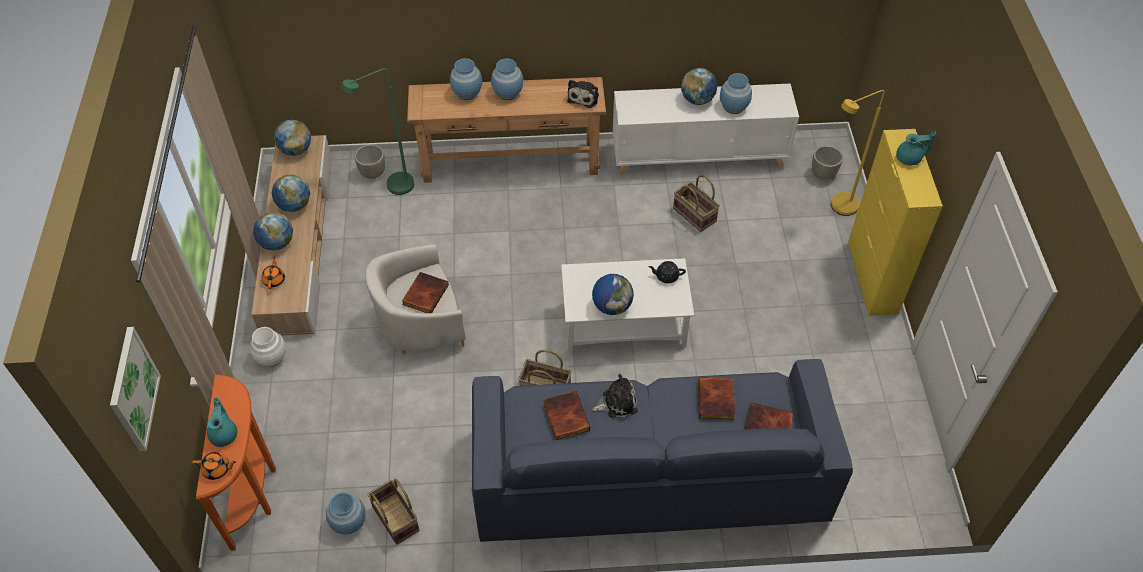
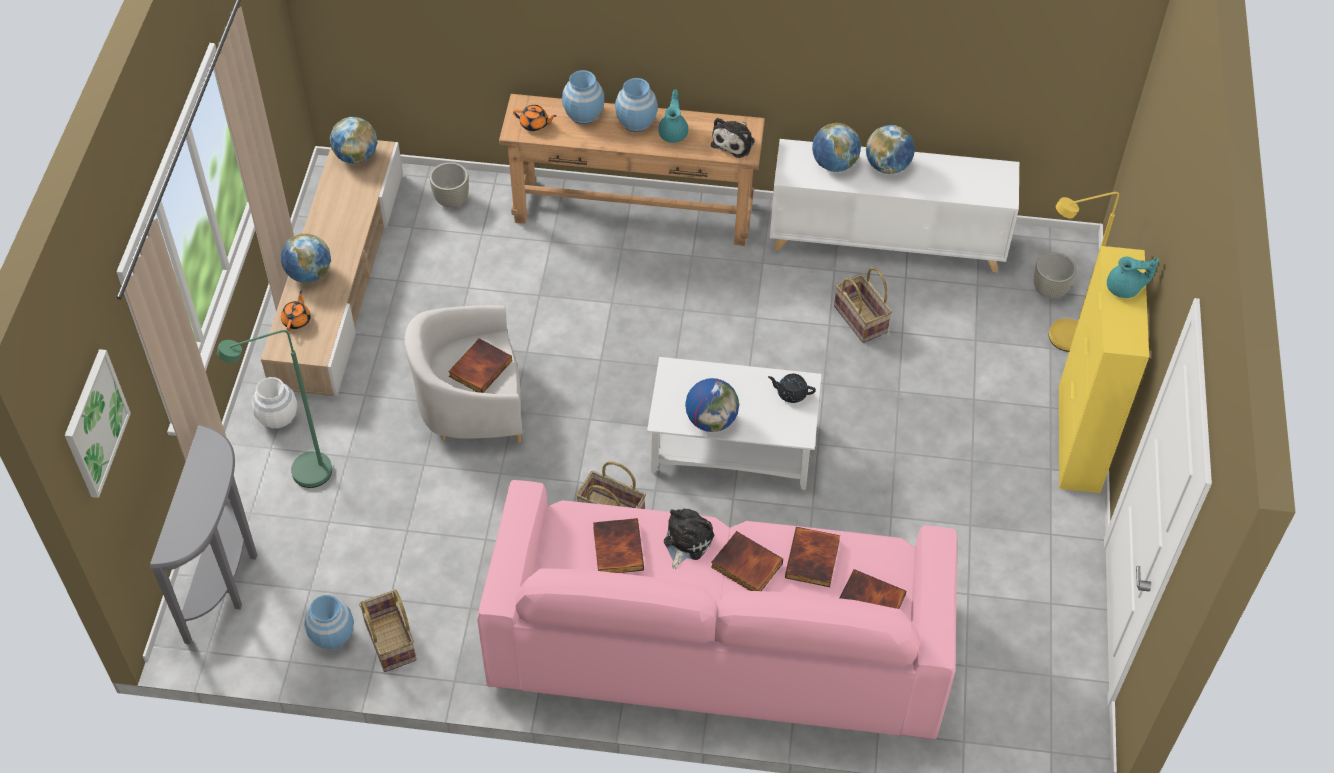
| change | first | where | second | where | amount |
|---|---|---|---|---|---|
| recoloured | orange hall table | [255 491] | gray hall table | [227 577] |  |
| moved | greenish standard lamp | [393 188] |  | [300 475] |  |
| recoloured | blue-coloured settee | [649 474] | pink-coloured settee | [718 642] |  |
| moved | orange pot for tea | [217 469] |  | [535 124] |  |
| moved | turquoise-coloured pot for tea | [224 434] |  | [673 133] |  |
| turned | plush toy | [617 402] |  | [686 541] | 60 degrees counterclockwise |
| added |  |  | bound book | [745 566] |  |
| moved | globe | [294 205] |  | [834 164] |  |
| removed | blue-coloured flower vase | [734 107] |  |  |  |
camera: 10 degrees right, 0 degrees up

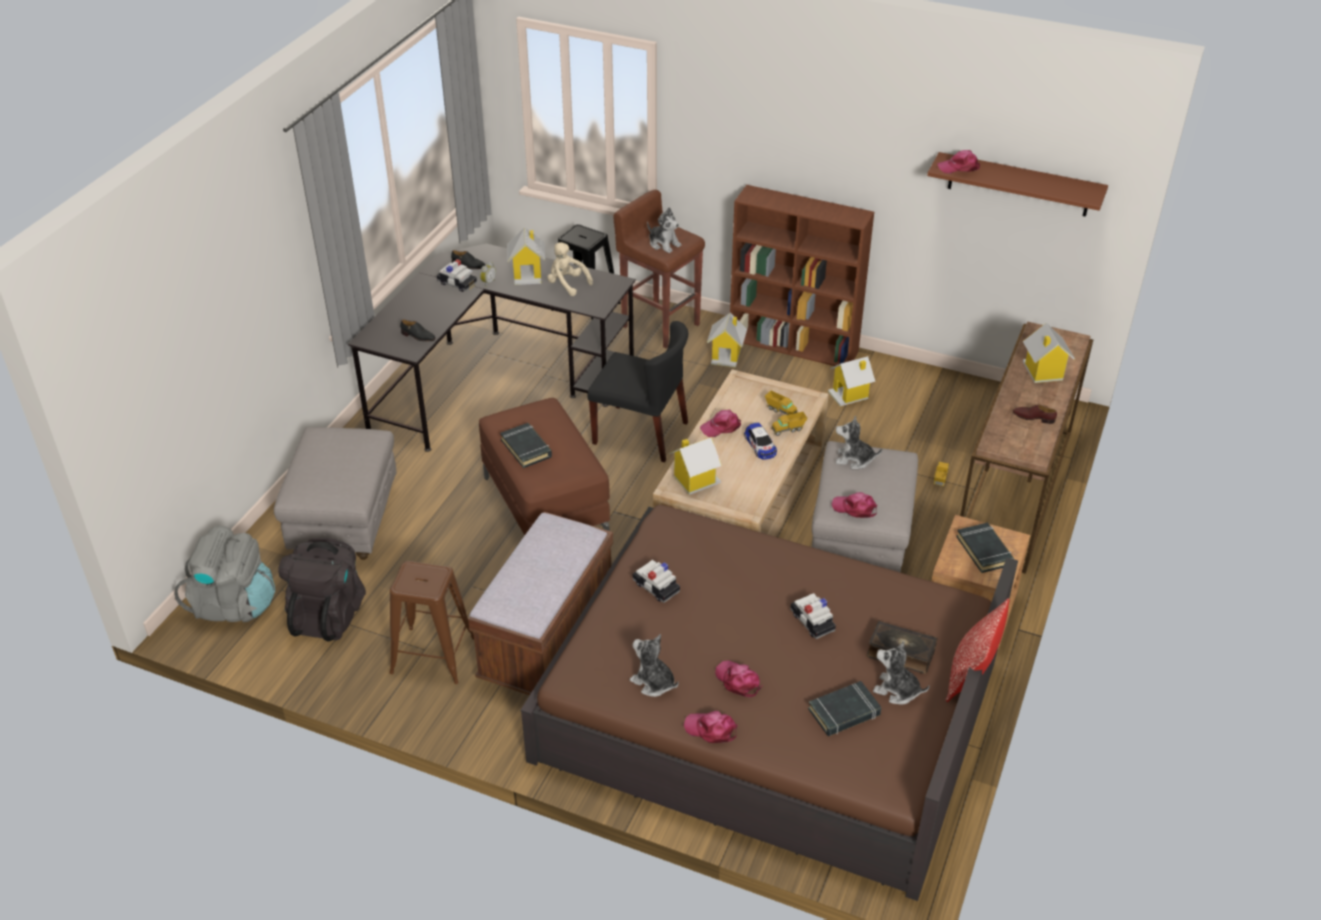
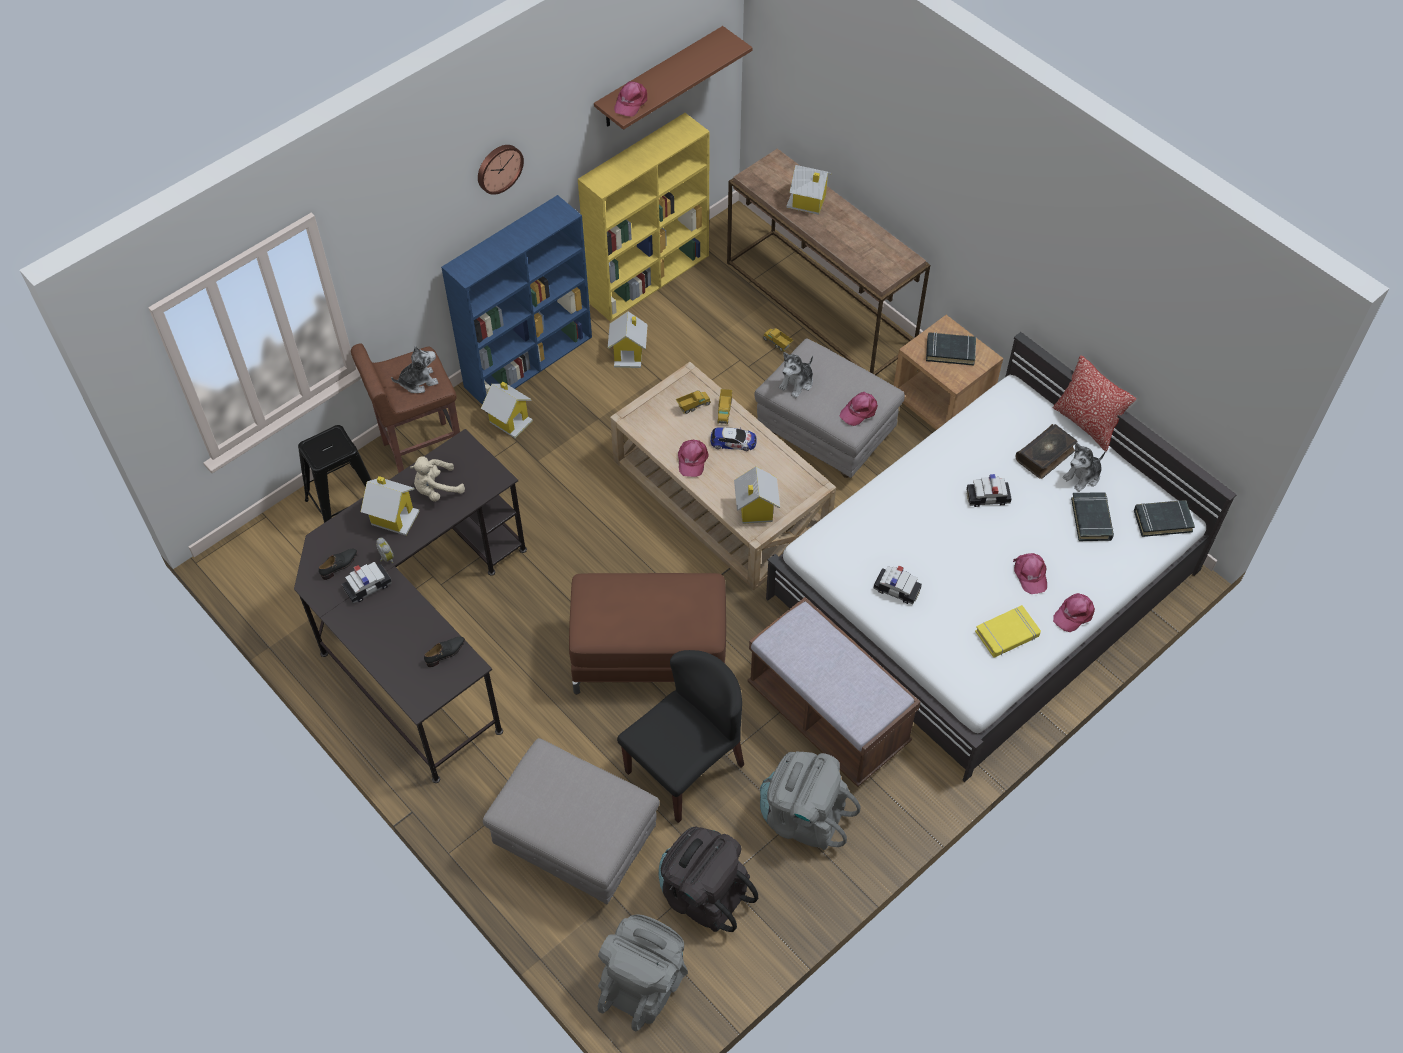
| change | first | where | second | where | amount |
|---|---|---|---|---|---|
| recoloured | brown-coloured shelving unit | [794 345] | blue-coloured shelving unit | [529 361] |  |
| added |  |  | hanging clock | [498 168] |  |
| added |  |  | yellow shelving unit | [649 278] |  |
| moved | black-coloured chair | [641 433] |  | [685 767] |  |
| replaced | brown-coloured stool seat | [433 655] | gray rucksack | [803 817] |  |
| recoloured | brown-coloured sleeping bed | [769 712] | white sleeping bed | [985 584] |  |
| turned | miniature car | [656 587] |  | [897 589] | 135 degrees counterclockwise |
| replaced | plush toy | [653 682] | yellow bound book | [1007 634] |  |
| turned | pink-coloured baseball cap | [738 681] |  | [1030 574] | 90 degrees counterclockwise |
| moved | black-coloured bound book | [526 448] |  | [1162 520] |  |
| removed | brown-coloured low shoe | [1033 417] |  |  |  |
camera: 65 degrees left, 15 degrees up

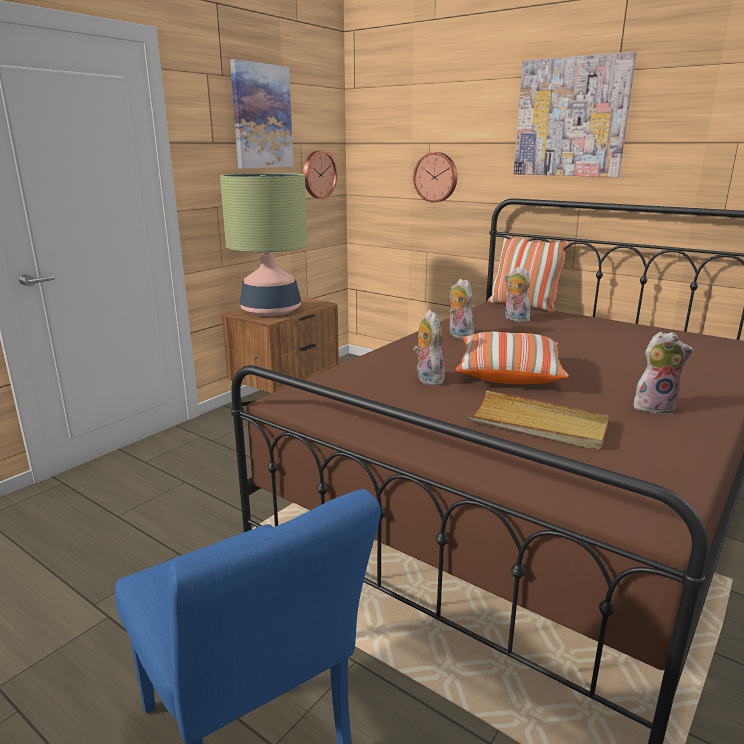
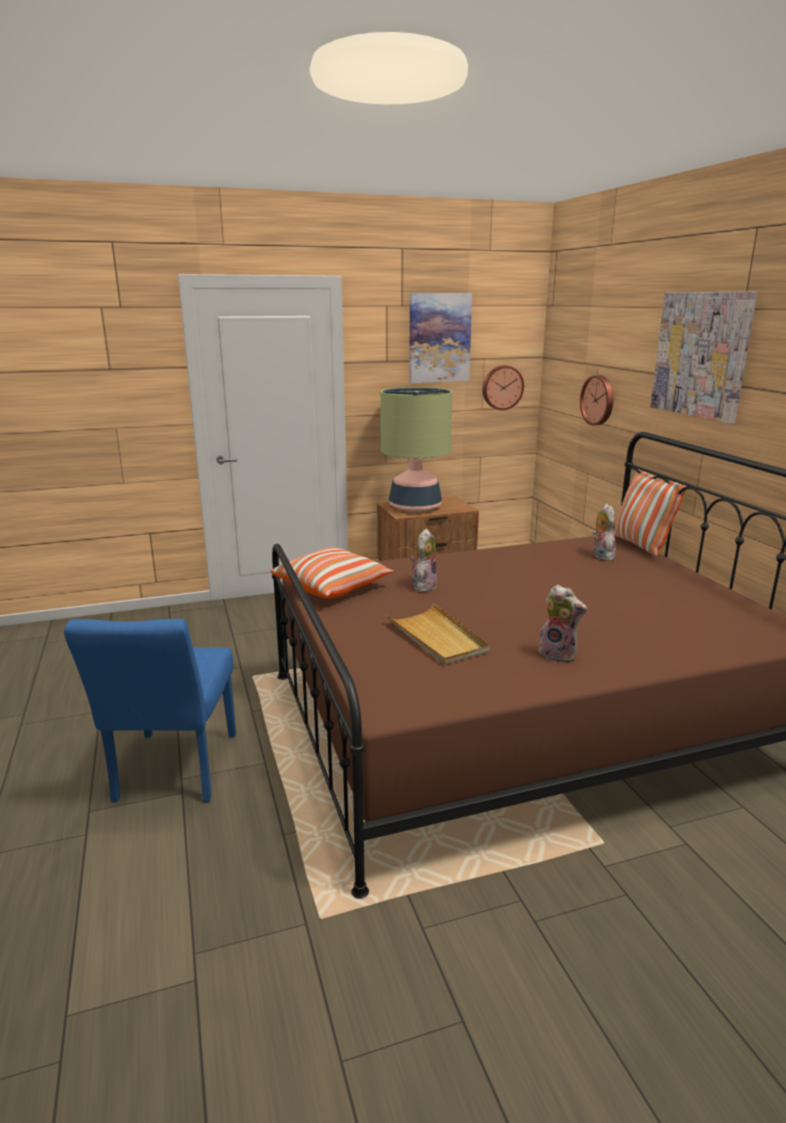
| change | first | where | second | where | amount |
|---|---|---|---|---|---|
| moved | cushion | [508 374] |  | [332 587] |  |
| removed | plush toy | [458 335] |  |  |  |
camera: 35 degrees right, 0 degrees up

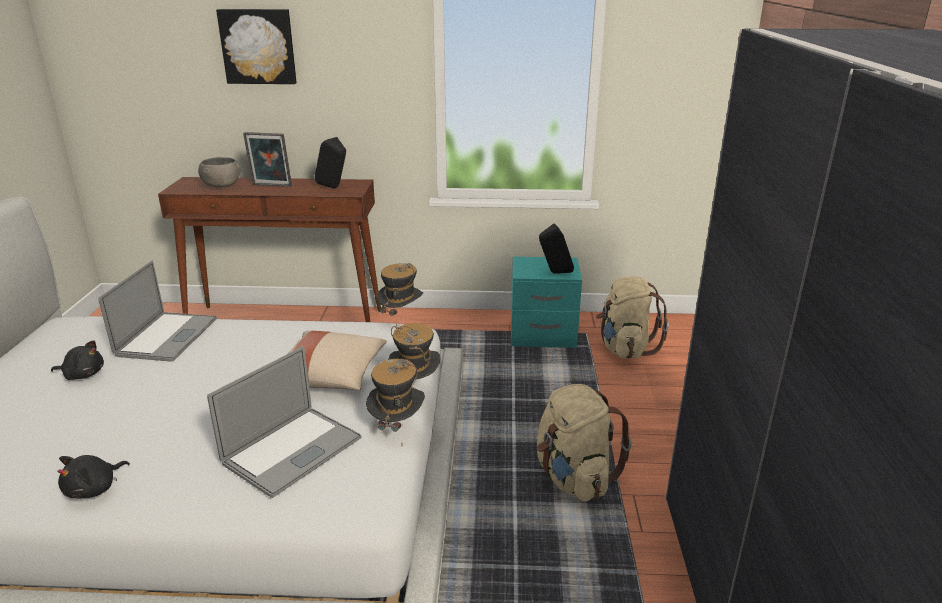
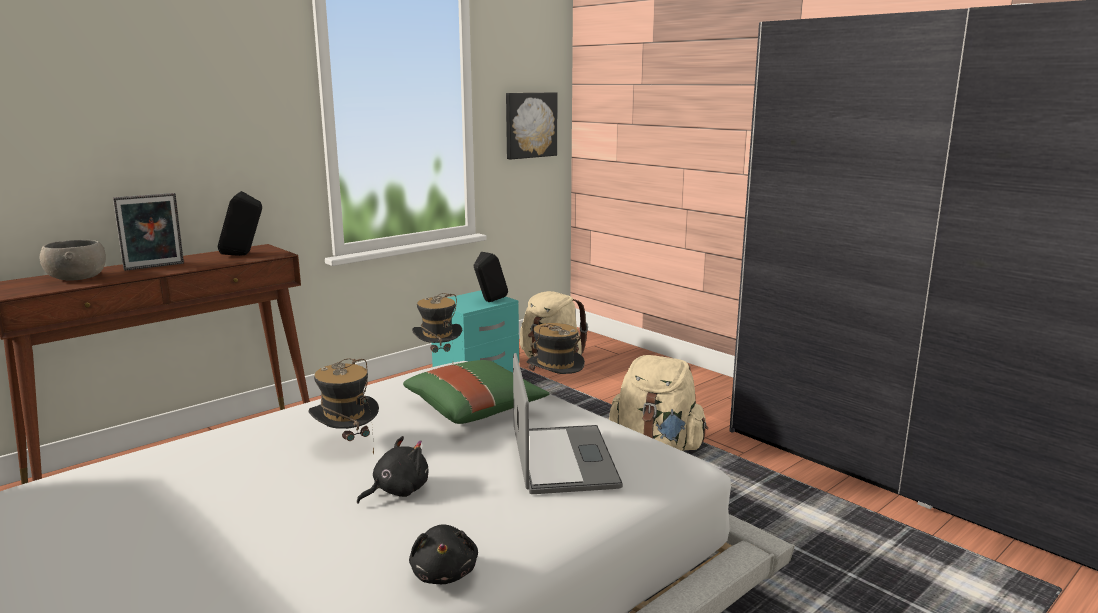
| change | first | where | second | where | amount |
|---|---|---|---|---|---|
| moved | hat | [397 428] |  | [347 446] |  |
| moved | black-coloured plush toy | [83 374] |  | [397 491] |  |
| recoloured | beige-coloured cushion | [331 376] | greenish cushion | [476 410] |  |
| moved | wall art | [258 46] |  | [530 125] |  |
| removed | notebook computer | [167 337] |  |  |  |
camera: 45 degrees left, 10 degrees down

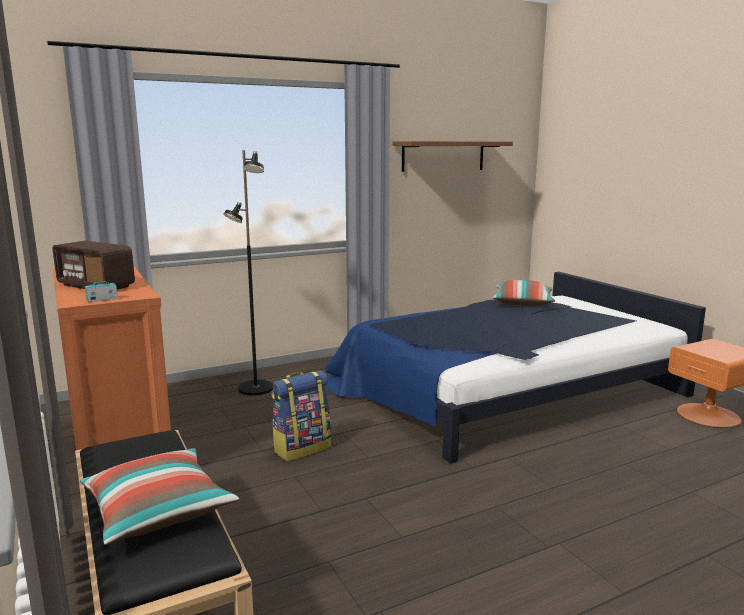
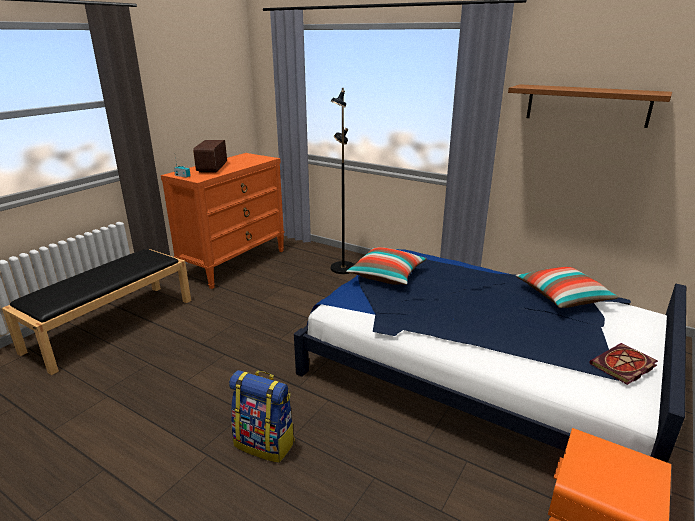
| change | first | where | second | where | amount |
|---|---|---|---|---|---|
| moved | rucksack | [302 448] |  | [265 443] |  |
| moved | cushion | [158 511] |  | [387 275] |  |
| added |  |  | bound book | [623 366] |  |
camera: 60 degrees right, 10 degrees up

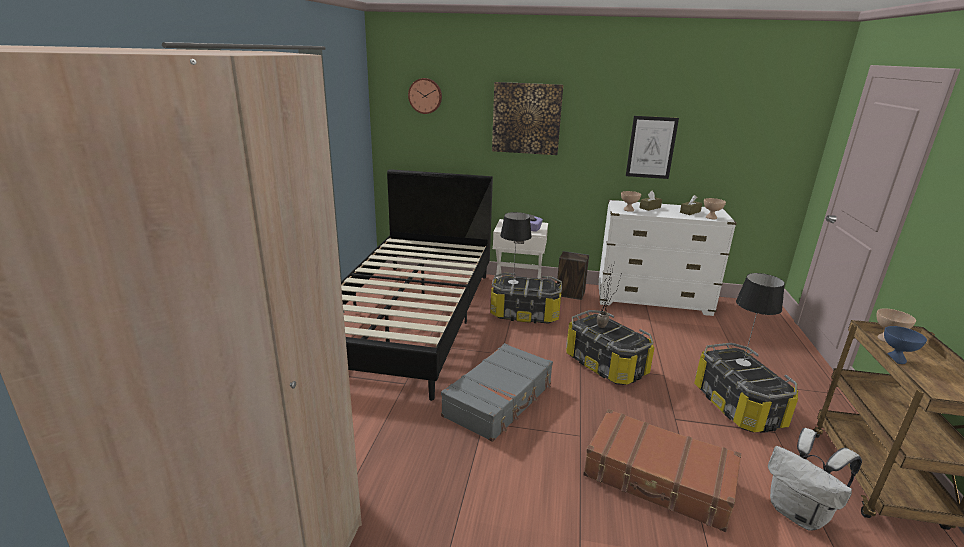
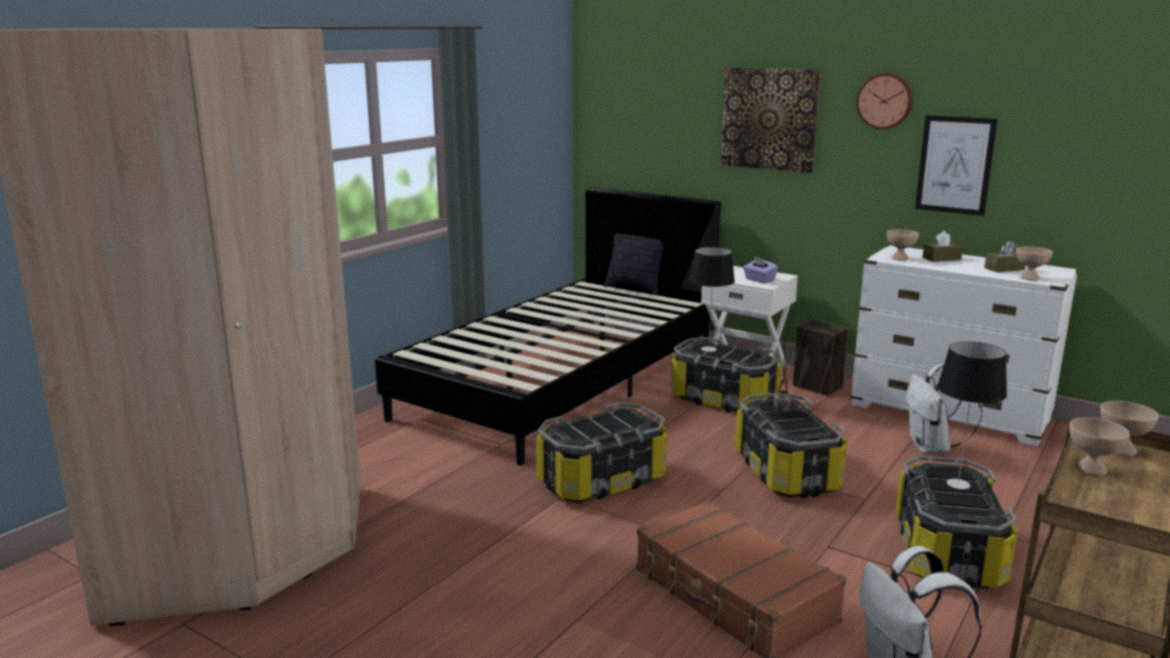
| change | first | where | second | where | amount |
|---|---|---|---|---|---|
| replaced | gray piece of luggage | [499 400] | storage box | [601 480] |  |
| added |  |  | cushion | [634 289] |  |
| moved | hanging clock | [425 96] |  | [885 101] |  |
| added |  |  | white rucksack | [932 448] |  |
| recoloured | blue-coloured bowl | [894 359] | beige-coloured bowl | [1090 469] |  |
camera: 25 degrees right, 5 degrees down

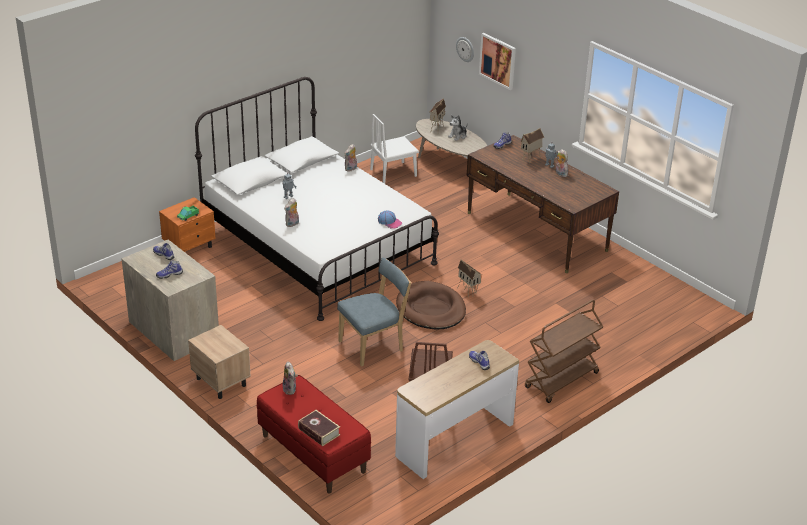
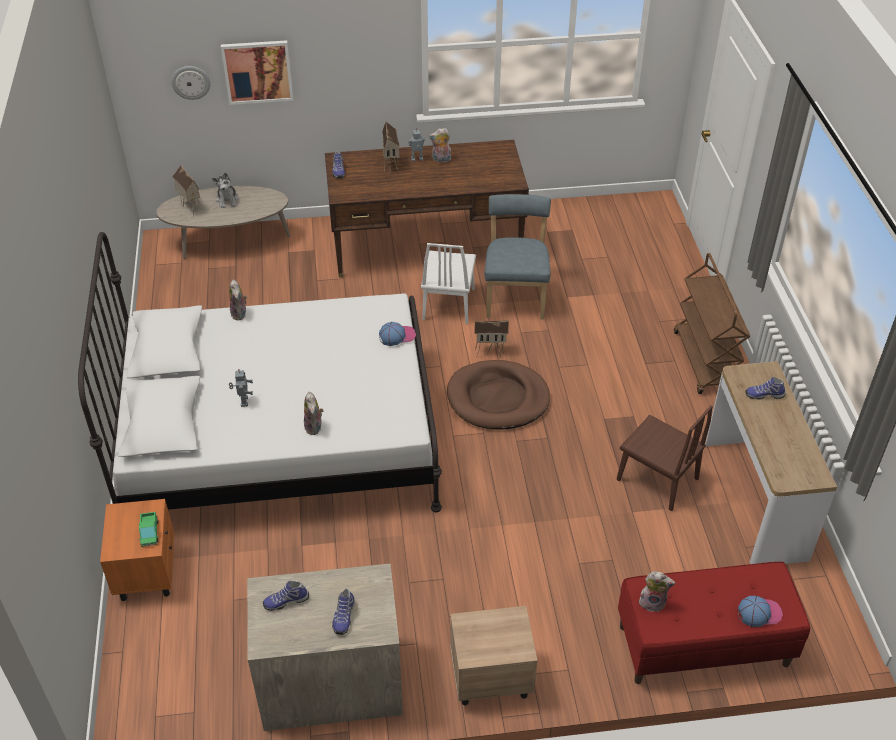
| change | first | where | second | where | amount |
|---|---|---|---|---|---|
| moved | white chair | [393 173] |  | [448 304] |  |
| moved | blue-coloured chair | [374 345] |  | [515 297] |  |
| replaced | bound book | [319 432] | baseball cap | [759 613] |  |
camera: 55 degrees left, 10 degrees up

